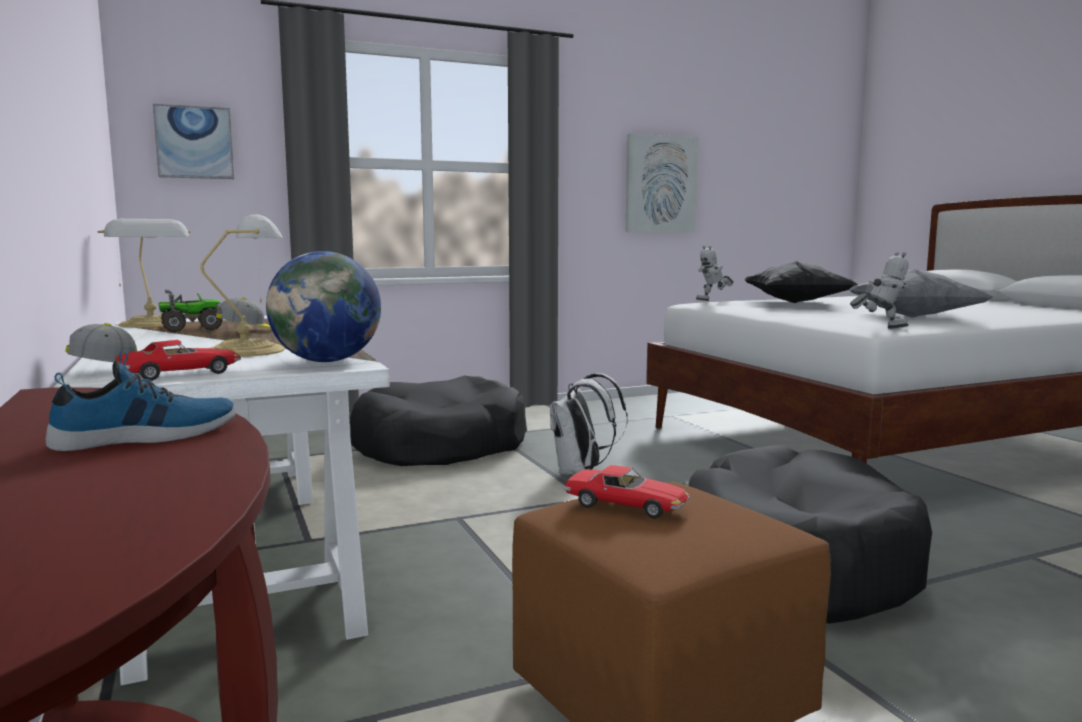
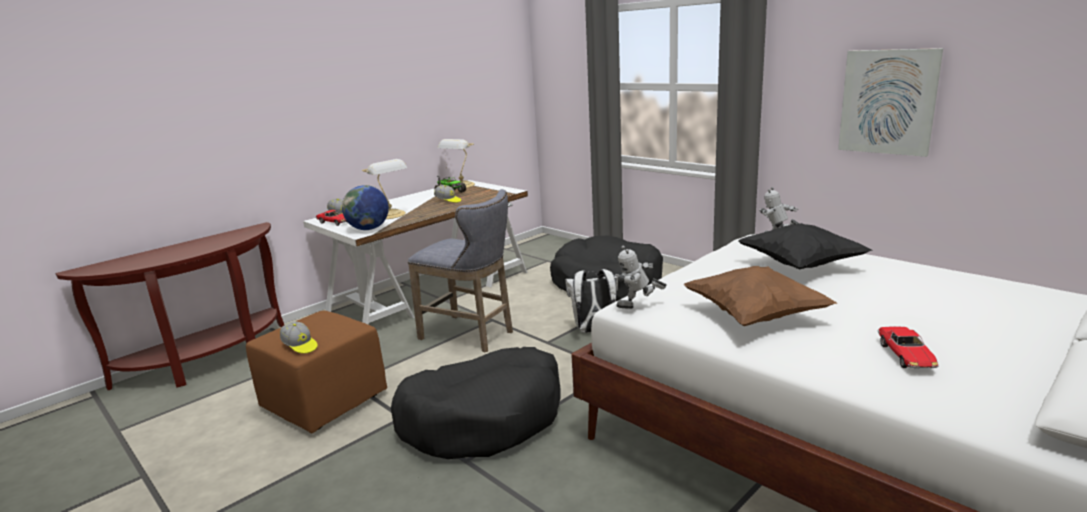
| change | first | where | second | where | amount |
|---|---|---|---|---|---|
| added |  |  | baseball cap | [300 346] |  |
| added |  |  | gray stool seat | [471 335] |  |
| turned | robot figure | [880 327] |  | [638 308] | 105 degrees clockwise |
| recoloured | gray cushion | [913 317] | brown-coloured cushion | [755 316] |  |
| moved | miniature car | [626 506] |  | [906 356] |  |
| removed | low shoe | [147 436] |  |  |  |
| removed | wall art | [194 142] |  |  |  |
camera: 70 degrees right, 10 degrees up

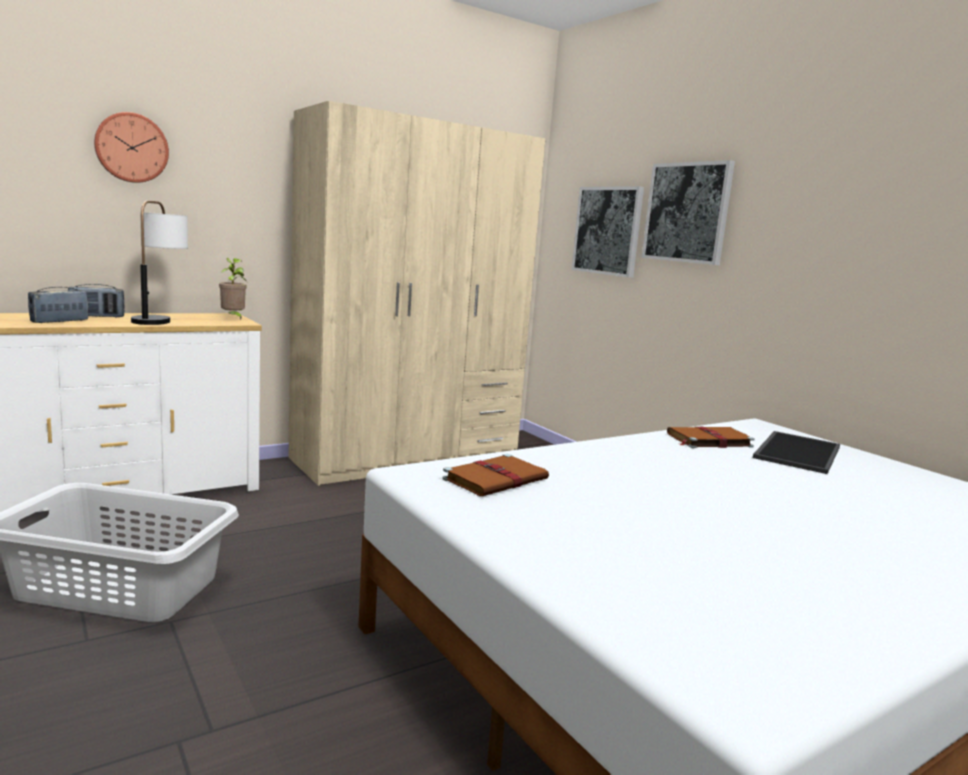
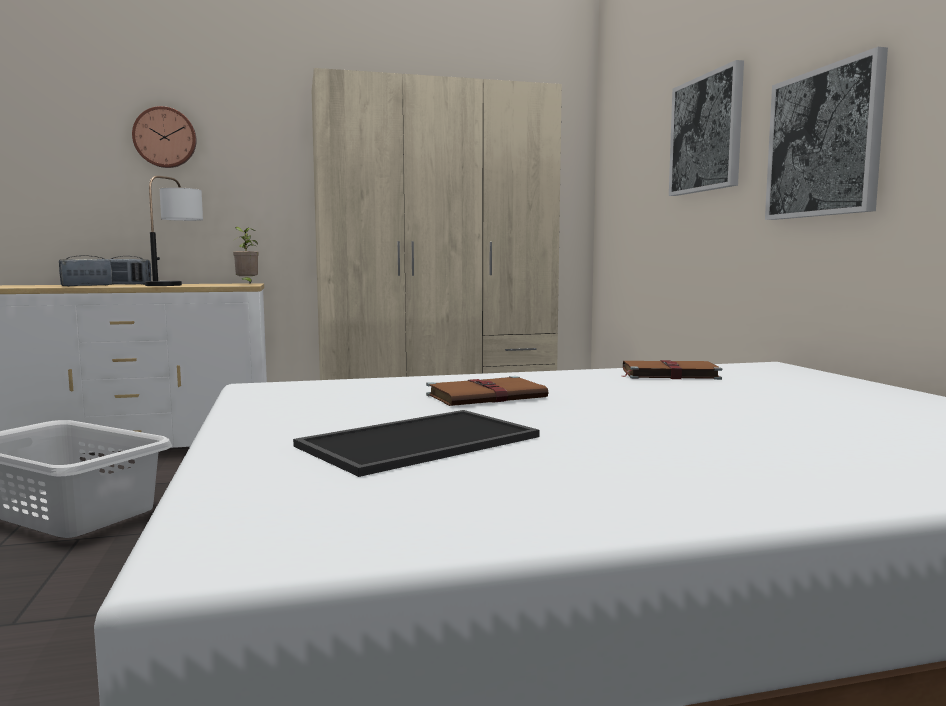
| change | first | where | second | where | amount |
|---|---|---|---|---|---|
| moved | carrying tray | [796 451] |  | [419 440] |  |
| moved | brown-coloured bound book | [497 479] |  | [488 396] |  |
| moved | wall art | [608 231] |  | [824 143] |  |
camera: 20 degrees right, 5 degrees down

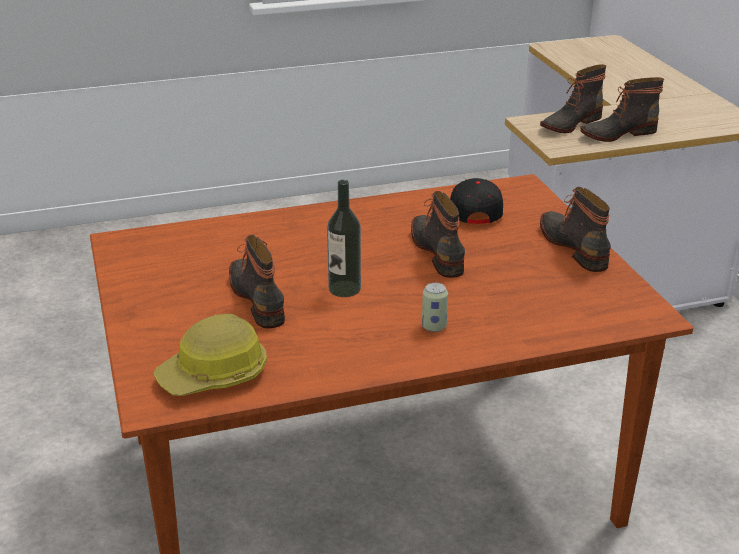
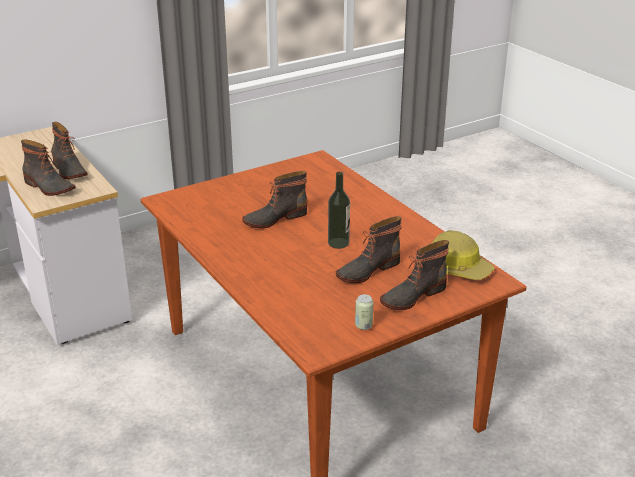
| change | first | where | second | where | amount |
|---|---|---|---|---|---|
| moved | metal can | [434 327] |  | [363 326] |  |
| moved | tall boot | [575 247] |  | [412 296] |  |
| removed | black-coloured baseball cap | [474 209] |  |  |  |
camera: 105 degrees left, 0 degrees up

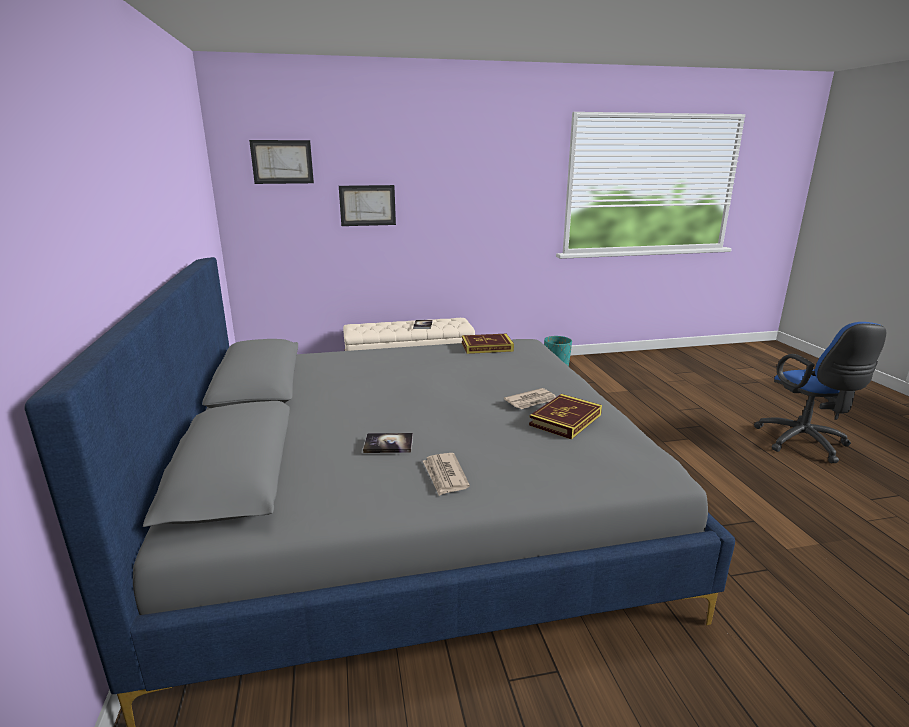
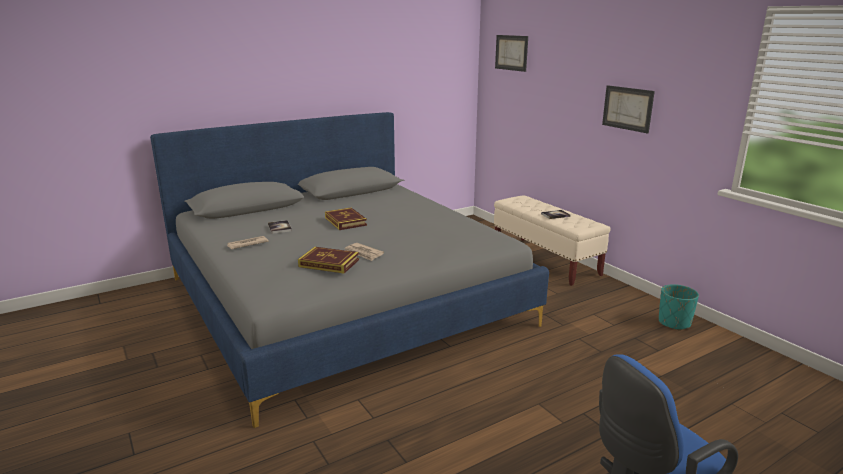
| change | first | where | second | where | amount |
|---|---|---|---|---|---|
| moved | bound book | [487 347] |  | [345 221] |  |
| moved | wall art | [367 205] |  | [627 108] |  |
camera: 70 degrees right, 0 degrees up

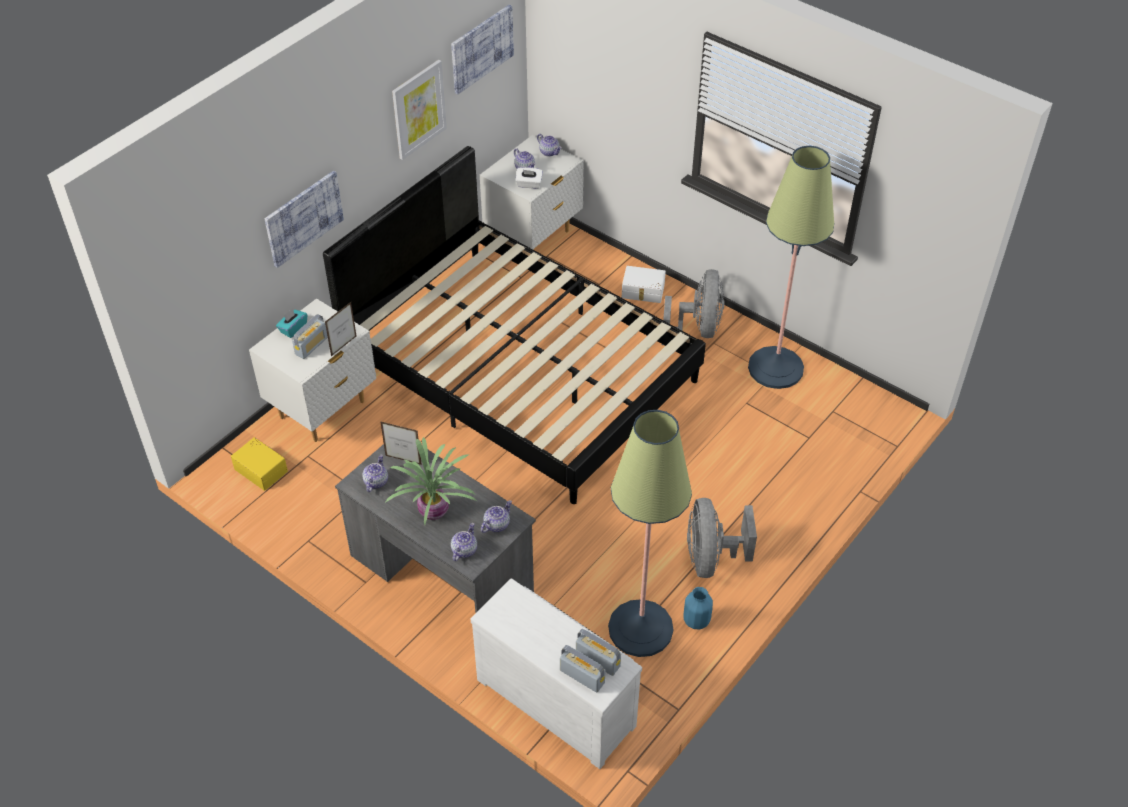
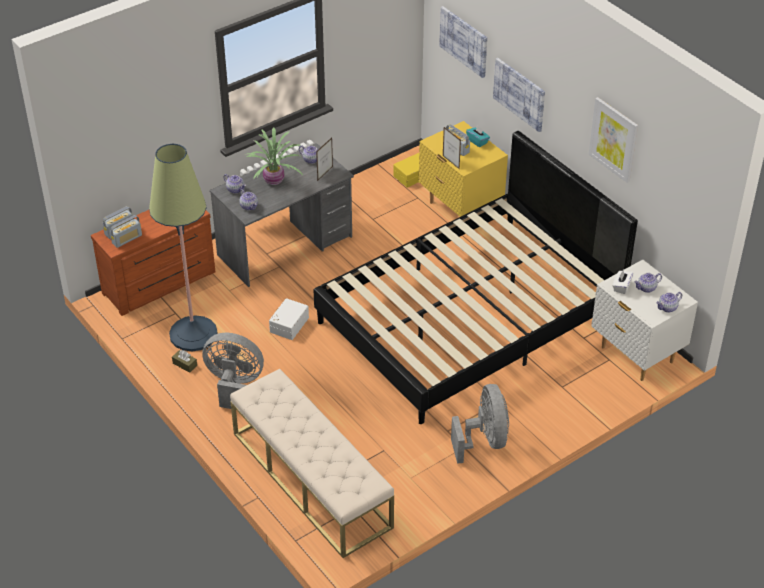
| change | first | where | second | where | amount |
|---|---|---|---|---|---|
| recoloured | white chest of drawers | [558 699] | brown-coloured chest of drawers | [160 284] |  |
| replaced | blue-coloured flower vase | [696 621] | brown-coloured tissue box | [185 364] |  |
| added |  |  | beige-coloured indoor bench | [311 479] |  |
| moved | white storage box | [643 291] |  | [288 324] |  |
| recoloured | white bedside table | [323 410] | yellow bedside table | [460 209] |  |
| moved | wall art | [481 48] |  | [464 41] |  |
| turned | gray fan | [697 329] |  | [484 440] | 120 degrees counterclockwise |
| removed | standard lamp | [775 368] |  |  |  |
camera: 105 degrees right, 5 degrees down

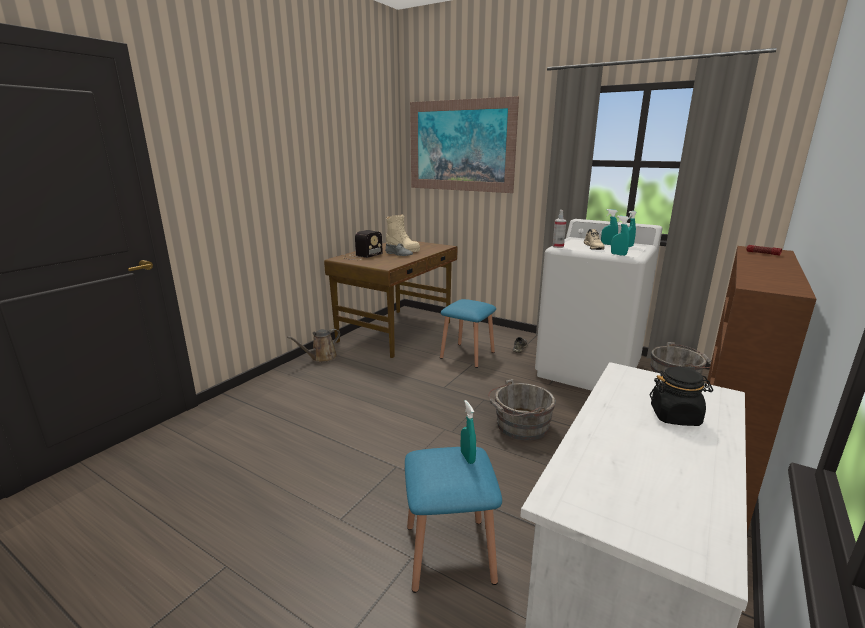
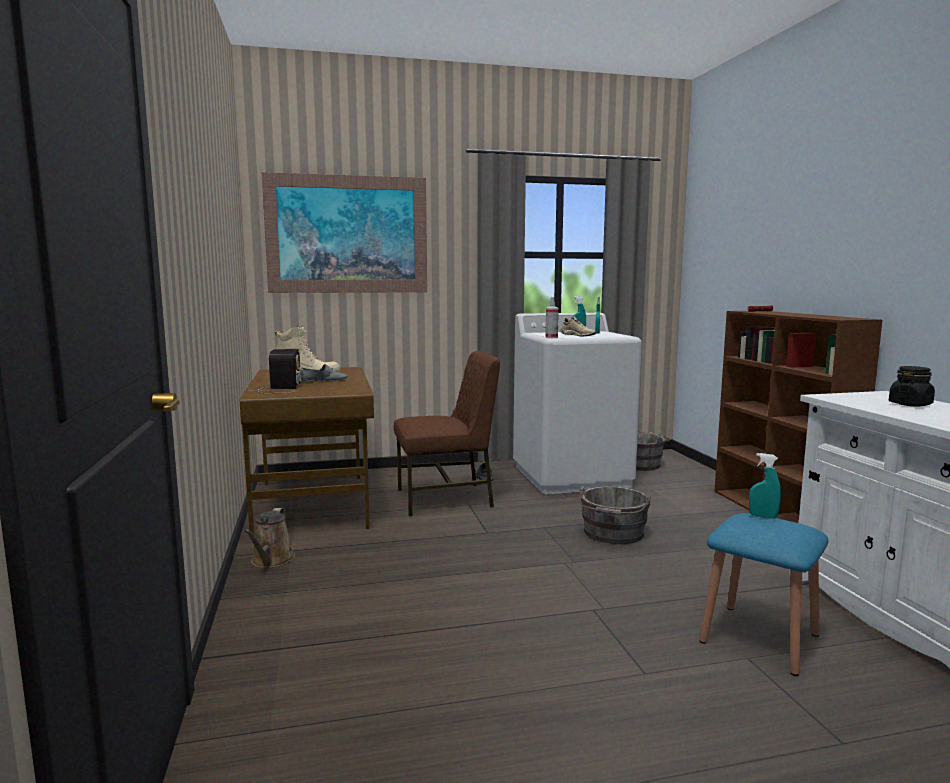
| change | first | where | second | where | amount |
|---|---|---|---|---|---|
| replaced | blue-coloured stool seat | [467 355] | brown-coloured chair | [446 499] |  |
| removed | turquoise-coloured sprayer | [618 254] |  |  |  |
camera: 45 degrees left, 10 degrees down

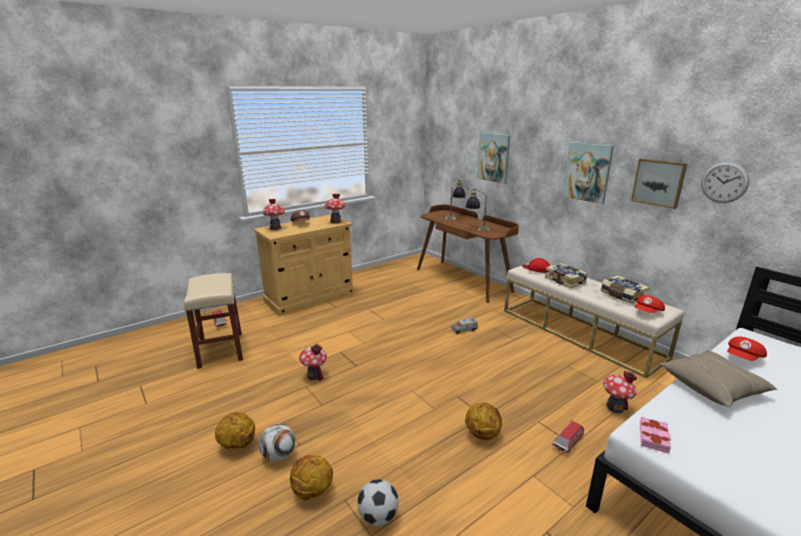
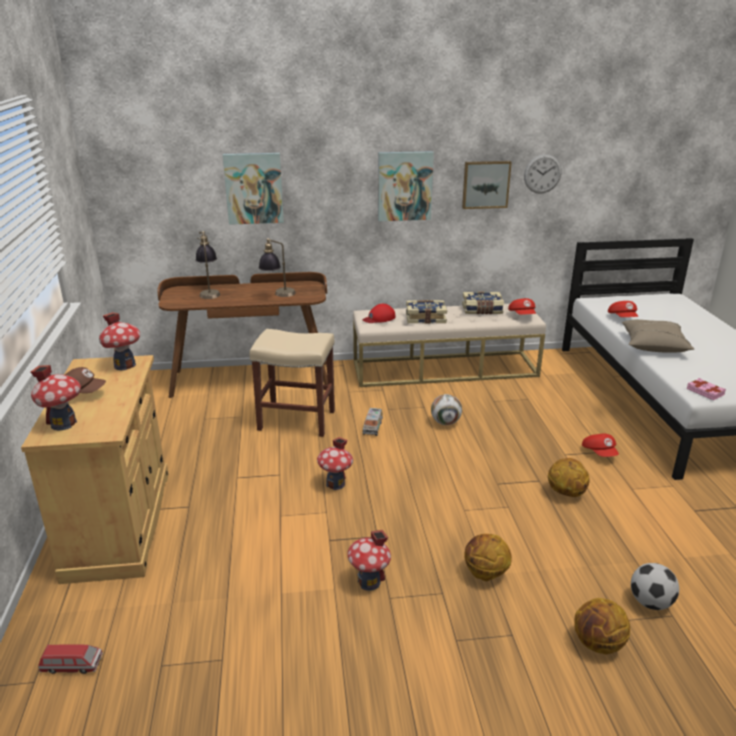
| change | first | where | second | where | amount |
|---|---|---|---|---|---|
| moved | beige-coloured stool seat | [220 349] |  | [295 420] |  |
| moved | model house | [615 408] |  | [335 484] |  |
| moved | football | [279 455] |  | [445 422] |  |
| moved | basketball | [237 445] |  | [485 573] |  |
| replaced | miniature car | [567 442] | red baseball cap | [599 453] |  |
camera: 60 degrees left, 5 degrees up

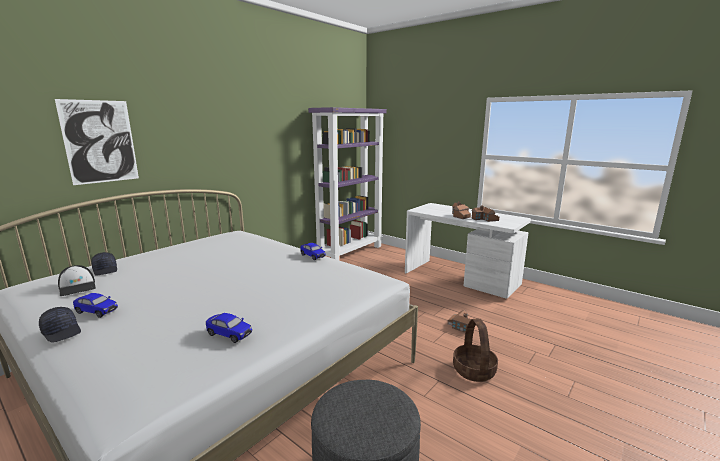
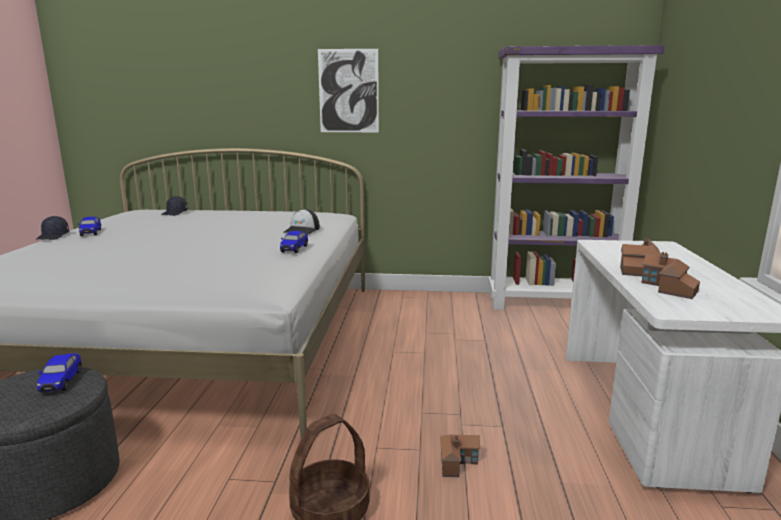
| change | first | where | second | where | amount |
|---|---|---|---|---|---|
| moved | miniature car | [229 334] |  | [61 382] |  |
| moved | baseball cap | [78 287] |  | [302 230] |  |
| moved | wall art | [100 142] |  | [348 91] |  |
camera: 55 degrees right, 0 degrees up

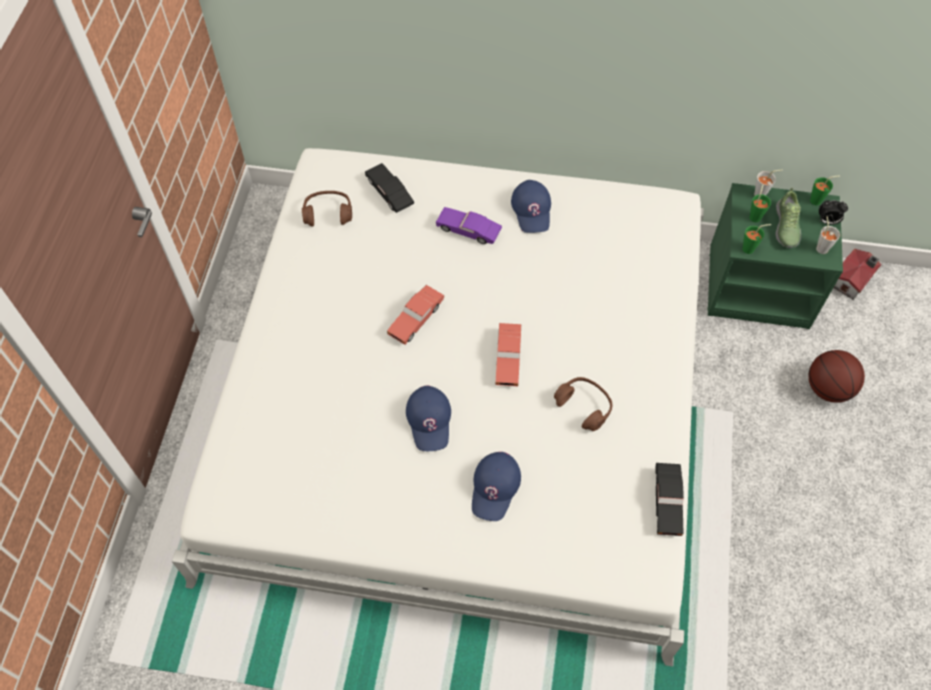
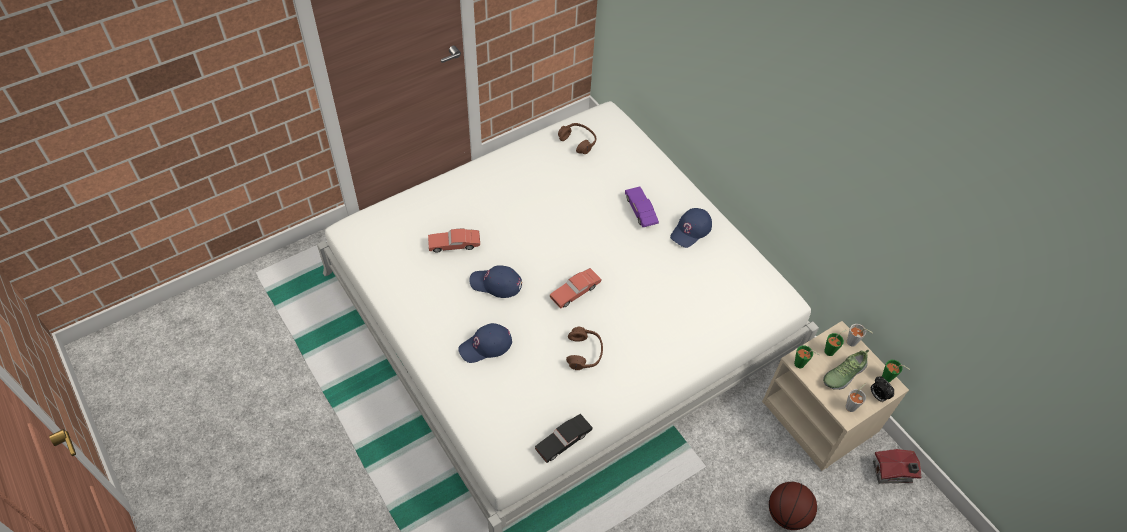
| change | first | where | second | where | amount |
|---|---|---|---|---|---|
| moved | red miniature car | [416 319] |  | [454 244] |  |
| turned | blue-coloured baseball cap | [429 420] |  | [496 283] | 60 degrees clockwise |
| recoloured | greenish bedside table | [759 286] | beige-coloured bedside table | [821 417] |  |
| removed | black-coloured miniature car | [390 193] |  |  |  |
camera: 45 degrees right, 5 degrees down

